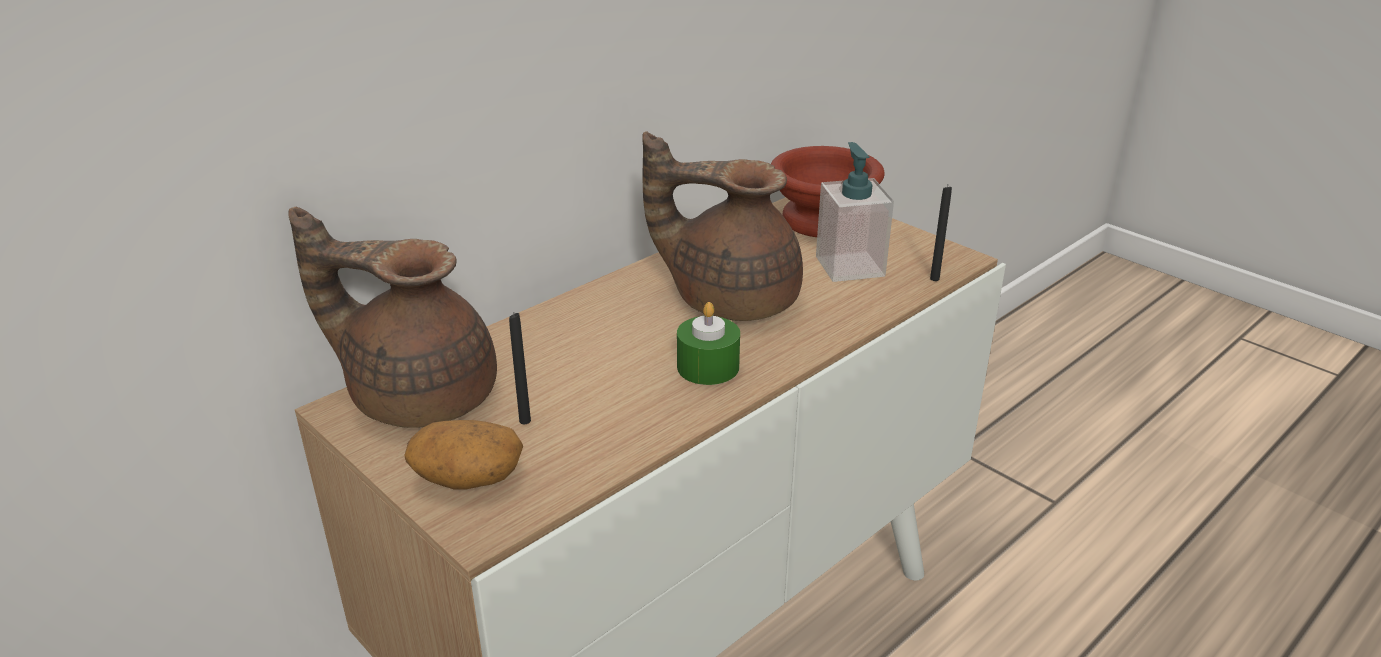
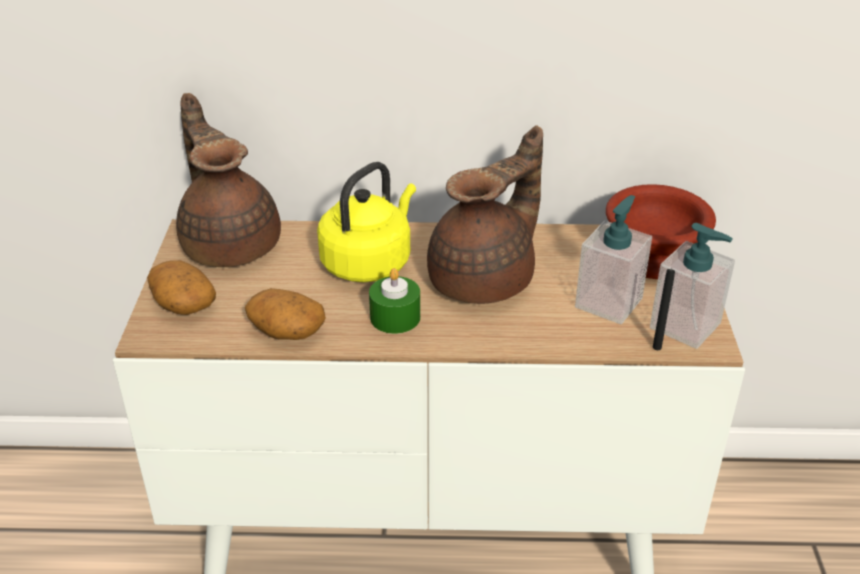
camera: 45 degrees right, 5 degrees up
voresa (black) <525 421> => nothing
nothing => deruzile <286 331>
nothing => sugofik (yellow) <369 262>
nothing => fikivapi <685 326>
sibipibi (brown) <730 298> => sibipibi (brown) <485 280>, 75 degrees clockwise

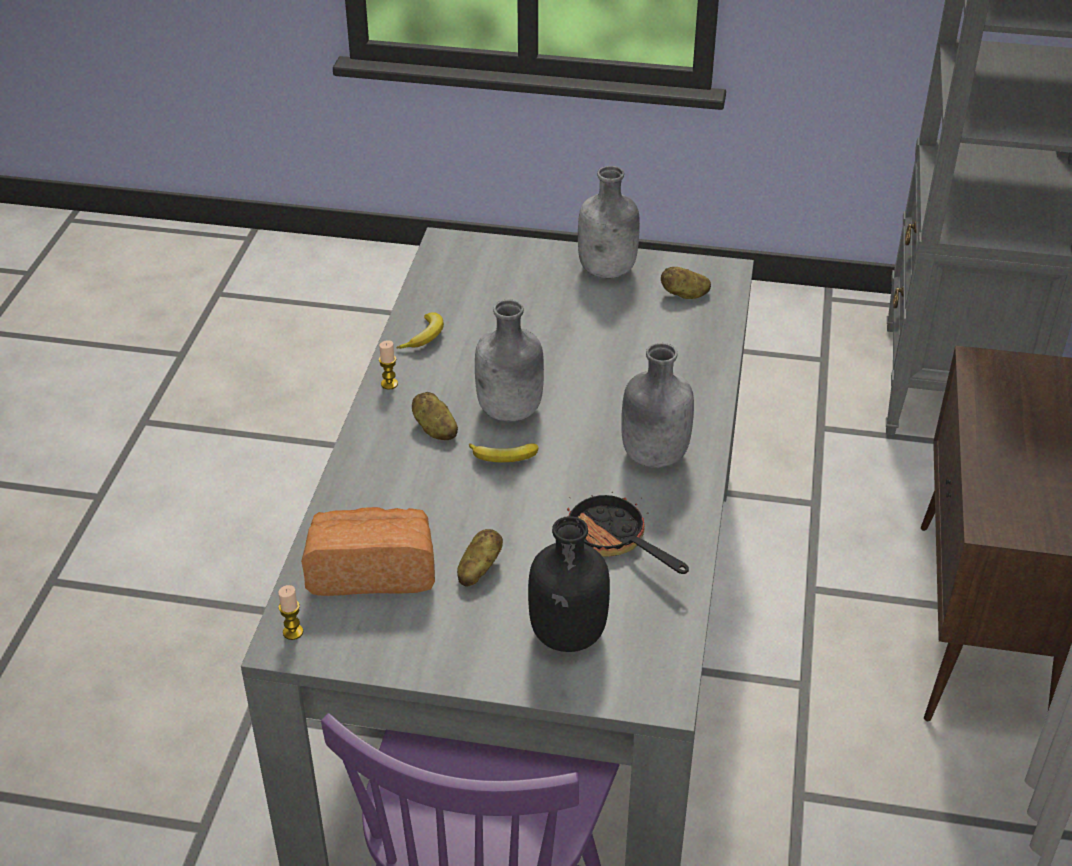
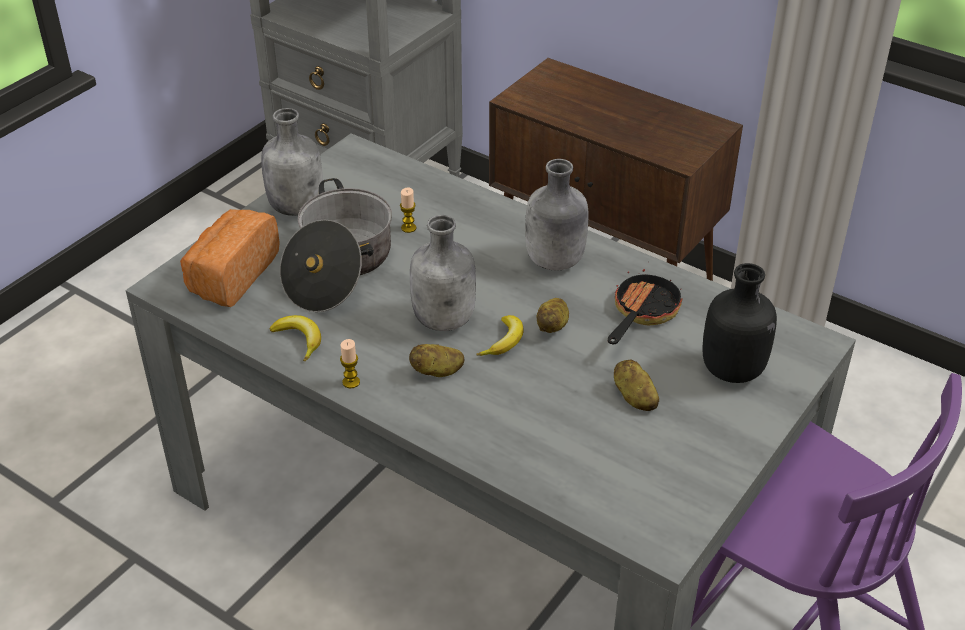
camera: 65 degrees left, 0 degrees up
nothing => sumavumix <339 267>
voresa <293 632> => voresa <408 228>, moved
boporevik <372 570> => boporevik <231 275>, moved
deruzile <684 295> => deruzile <553 326>, moved
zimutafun <614 541> => zimutafun <642 313>, 135 degrees clockwise

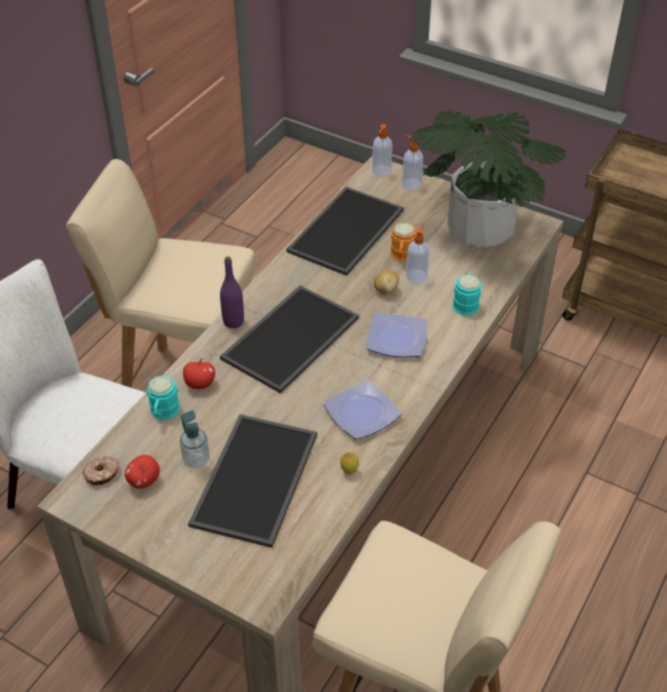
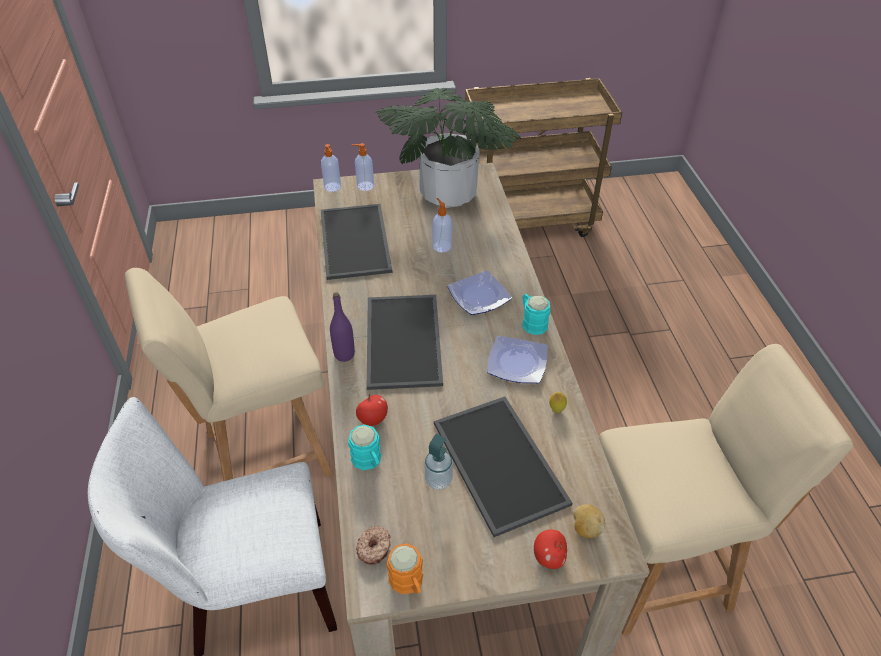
camera: 40 degrees left, 0 degrees up
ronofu <144 481> => ronofu <549 557>, moved
deruzile <385 290> => deruzile <586 528>, moved
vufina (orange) <402 256> => vufina (orange) <409 583>, moved
vufina (turquoise) <466 302> => vufina (turquoise) <532 322>, moved

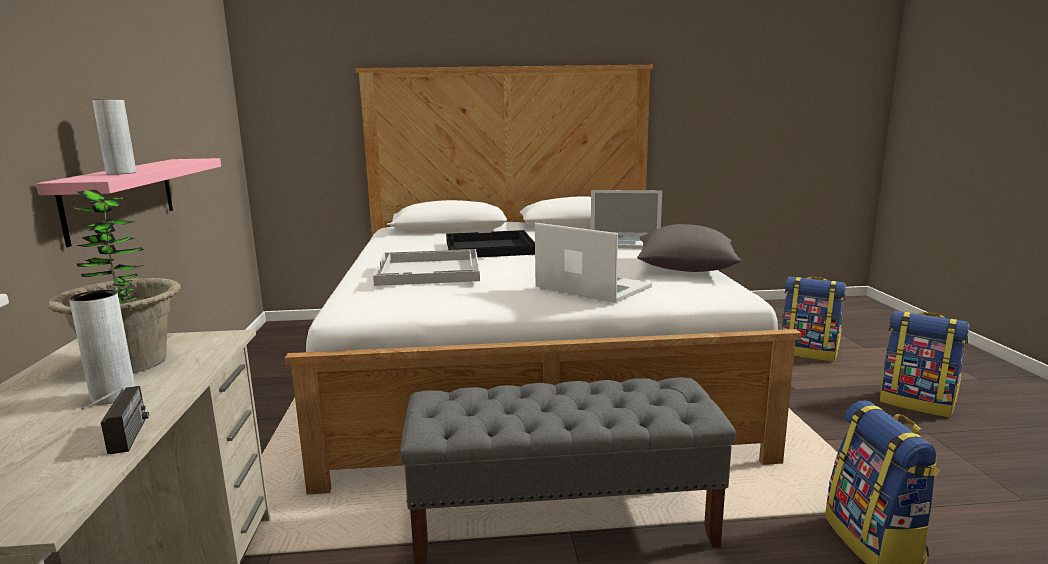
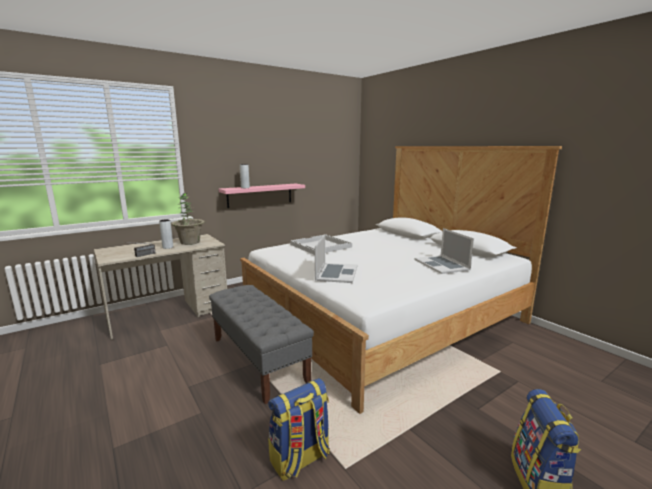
camera: 60 degrees right, 0 degrees up
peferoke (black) <489 247> => nothing
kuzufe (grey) <685 269> => nothing
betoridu <808 352> => nothing

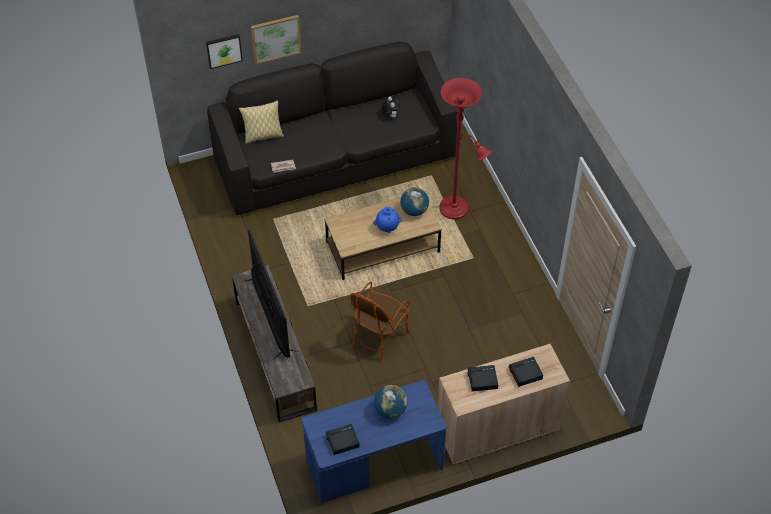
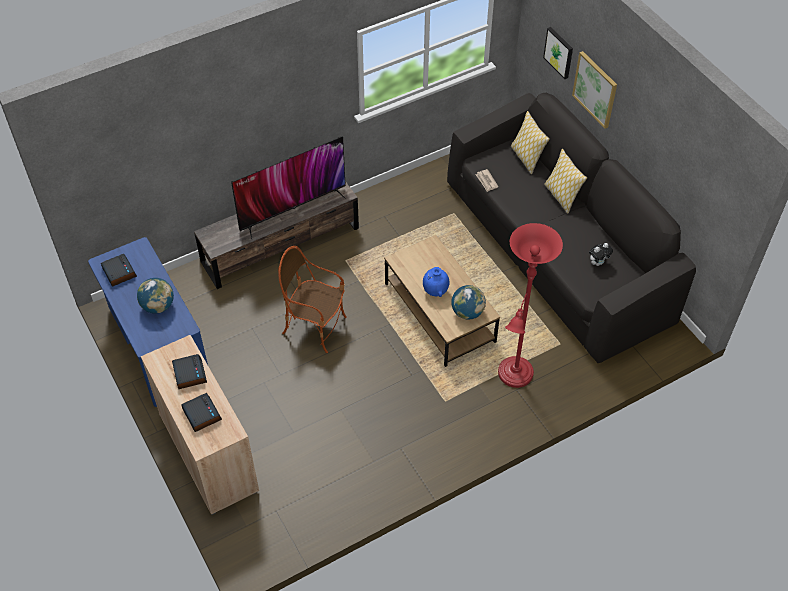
camera: 80 degrees right, 0 degrees up
nothing => kuzufe <561 196>

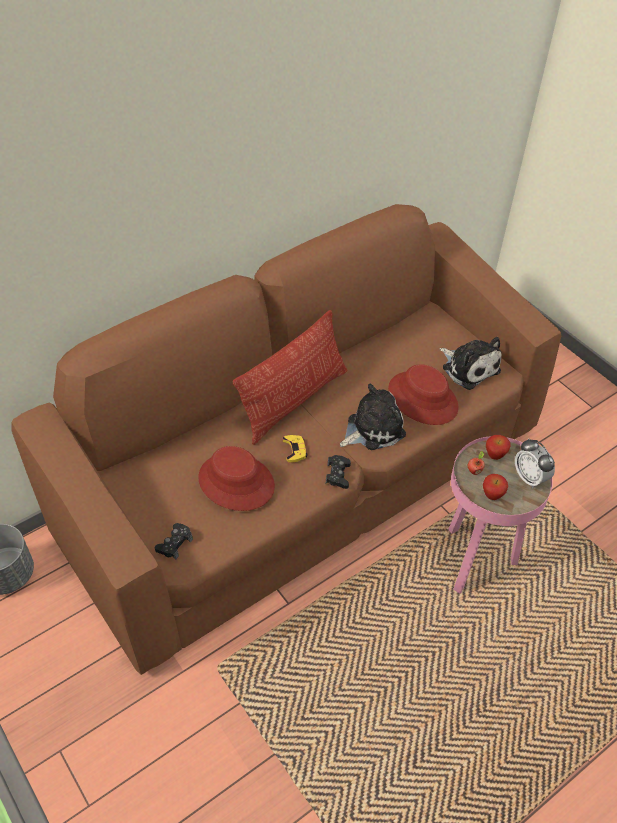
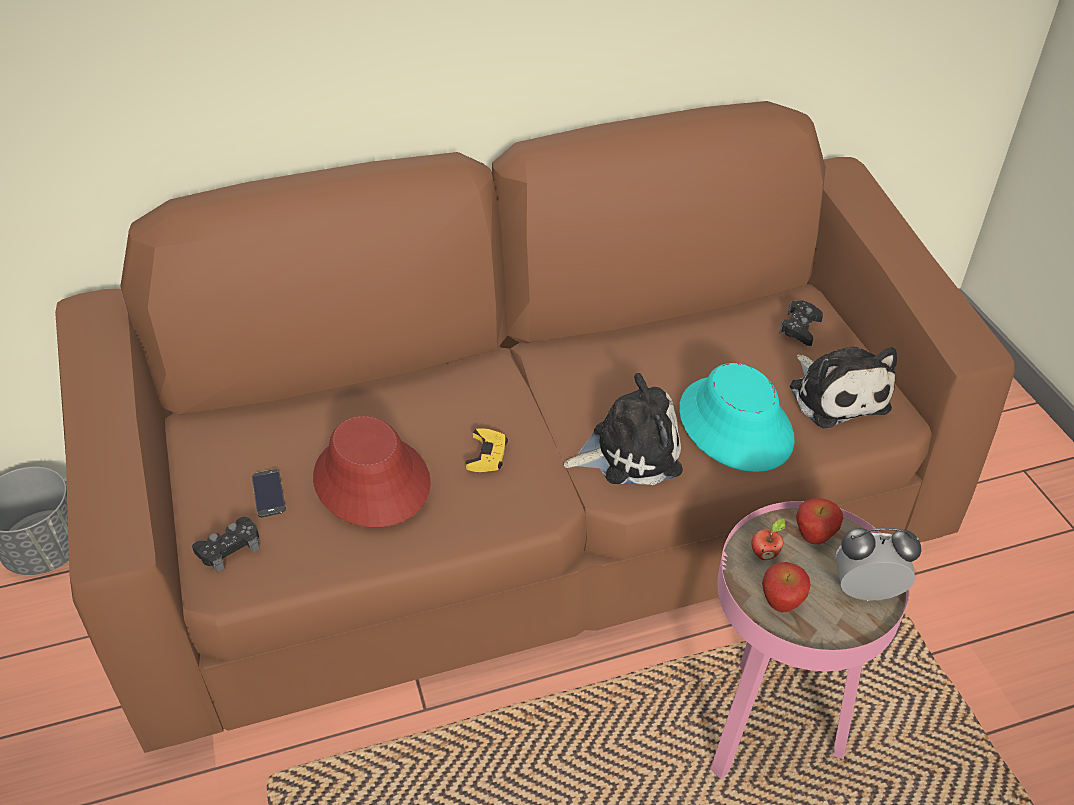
camera: 20 degrees right, 5 degrees down
kuzufe <294 401> => nothing
nothing => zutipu <268 493>
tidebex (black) <338 475> => tidebex (black) <800 328>, moved
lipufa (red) <423 398> => lipufa (turquoise) <736 424>
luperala <529 478> => luperala <866 591>, 105 degrees clockwise

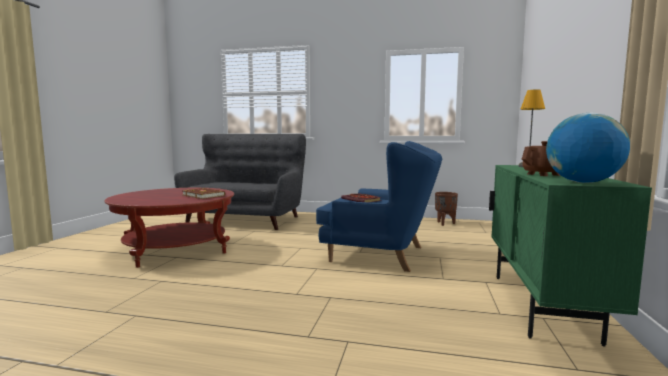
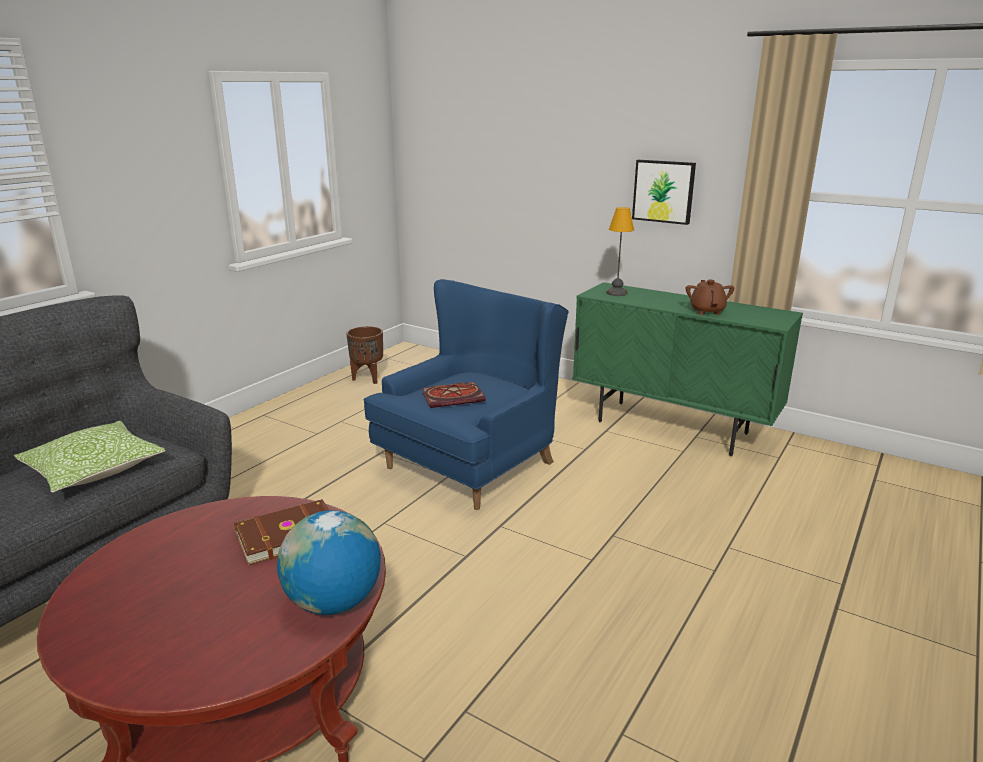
camera: 70 degrees left, 15 degrees up
nothing => kuzufe <94 470>
nothing => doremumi <664 191>
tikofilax <582 182> => tikofilax <333 602>, moved

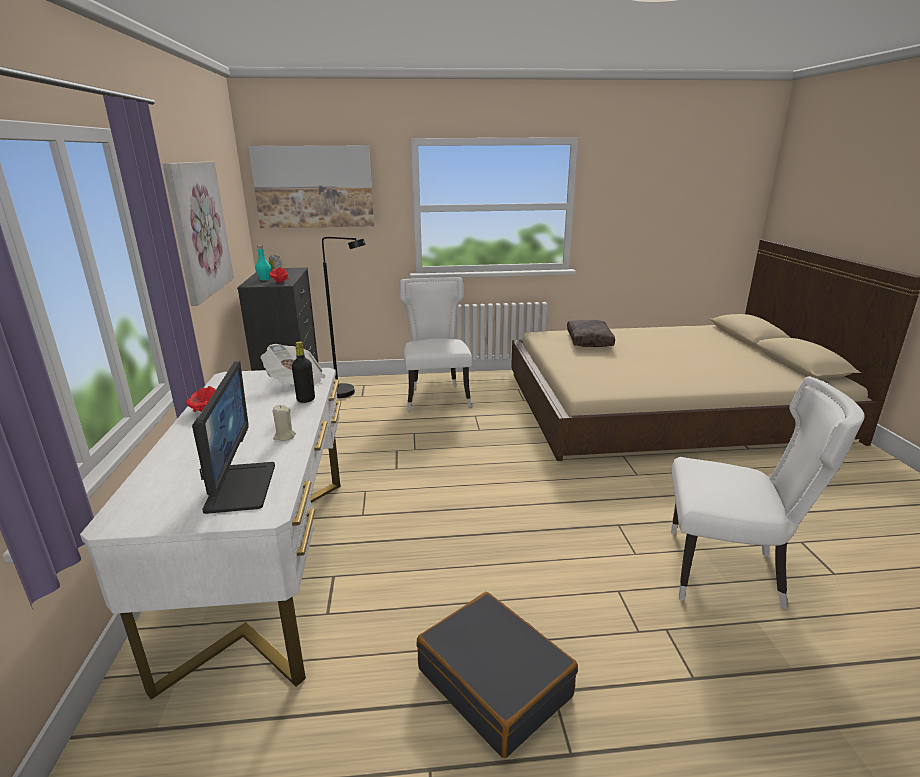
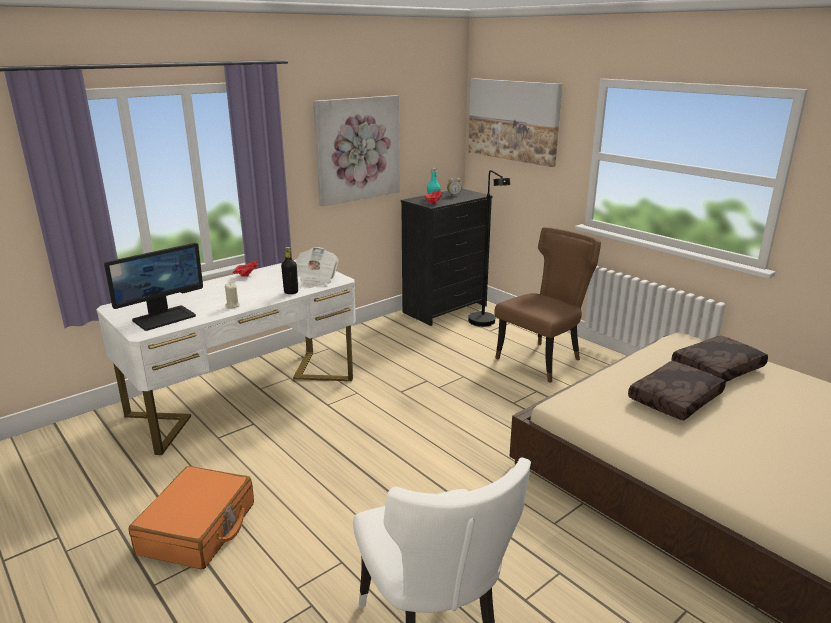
camera: 55 degrees right, 0 degrees up
nothing => kuzufe (brown) <676 400>
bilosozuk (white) <436 396> => bilosozuk (brown) <542 360>
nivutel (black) <495 682> => nivutel (orange) <198 529>

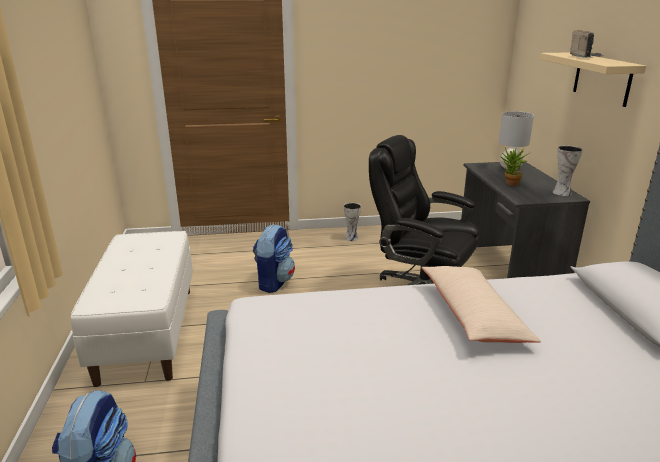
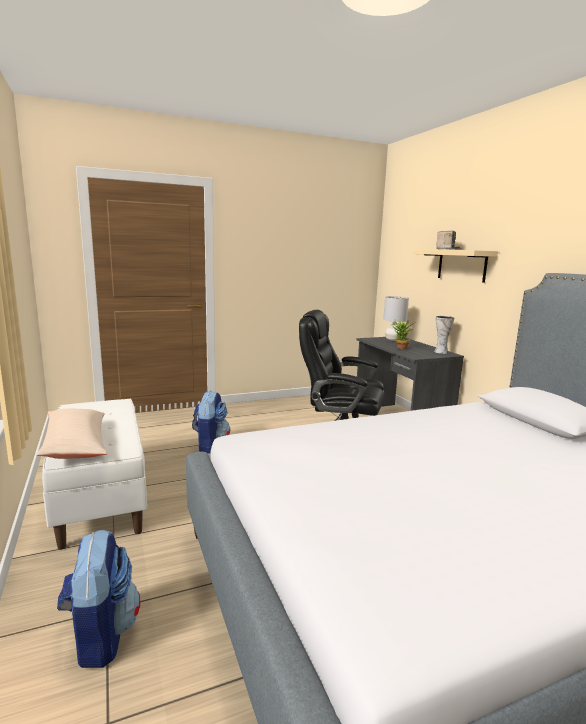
camera: 15 degrees left, 10 degrees down
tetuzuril <352 238> => nothing
kuzufe (beige) <473 315> => kuzufe (beige) <76 444>, moved

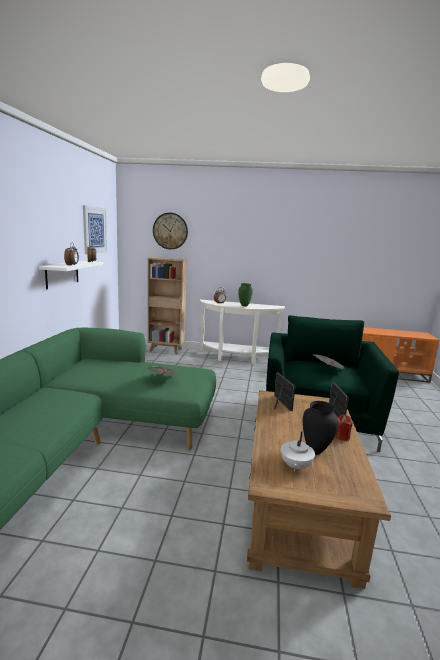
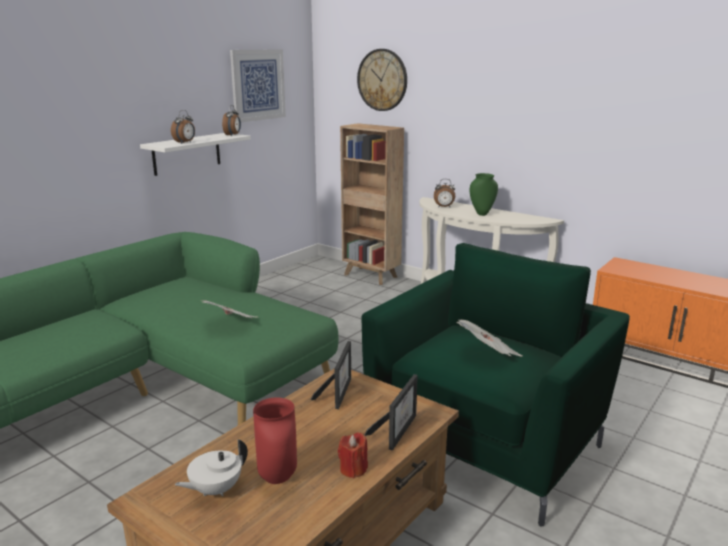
camera: 30 degrees right, 5 degrees up
tetuzuril (black) <316 451> => tetuzuril (red) <279 478>

